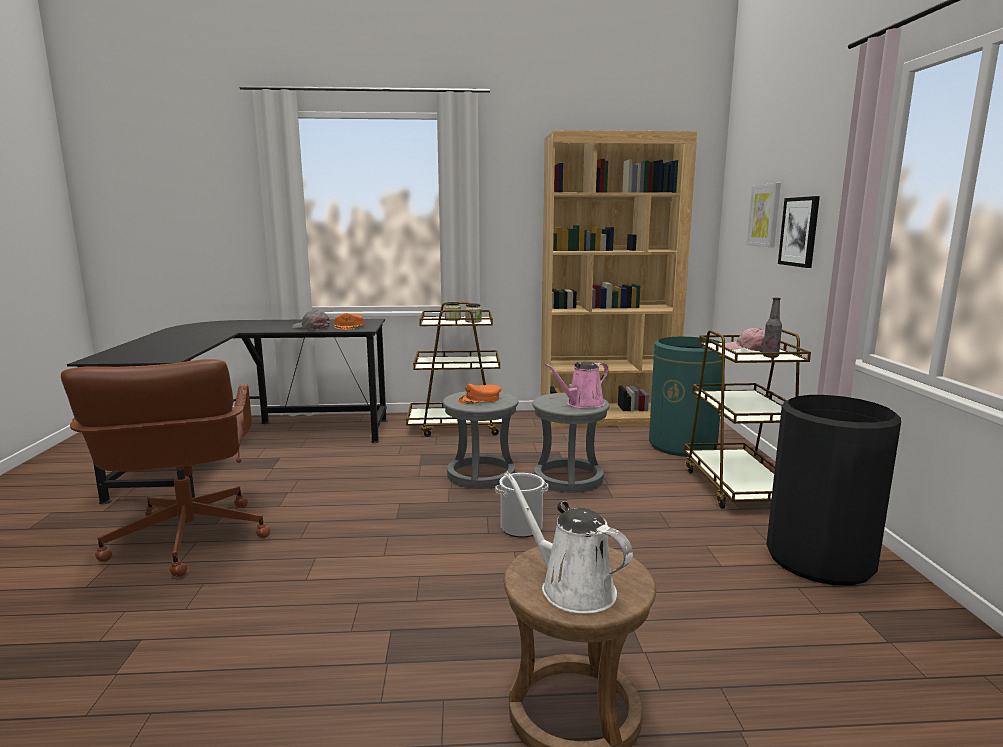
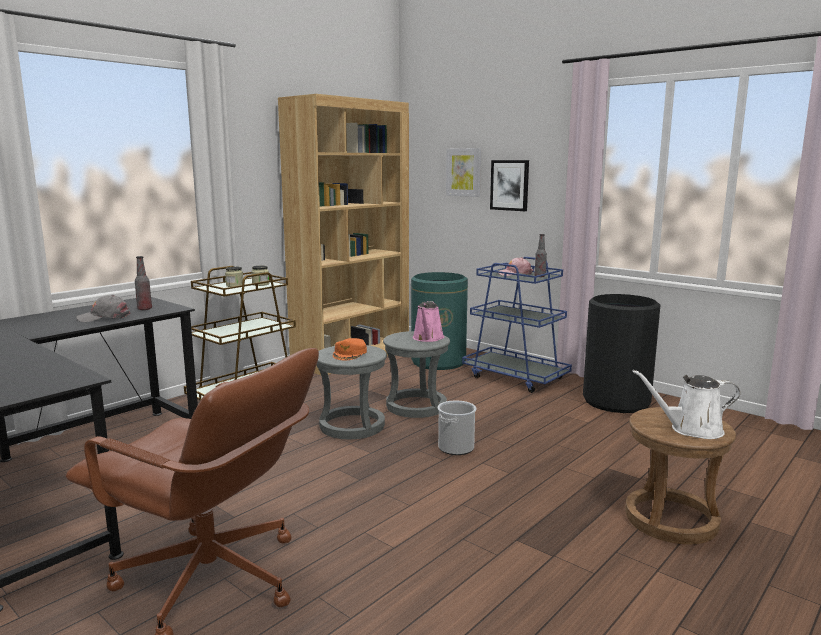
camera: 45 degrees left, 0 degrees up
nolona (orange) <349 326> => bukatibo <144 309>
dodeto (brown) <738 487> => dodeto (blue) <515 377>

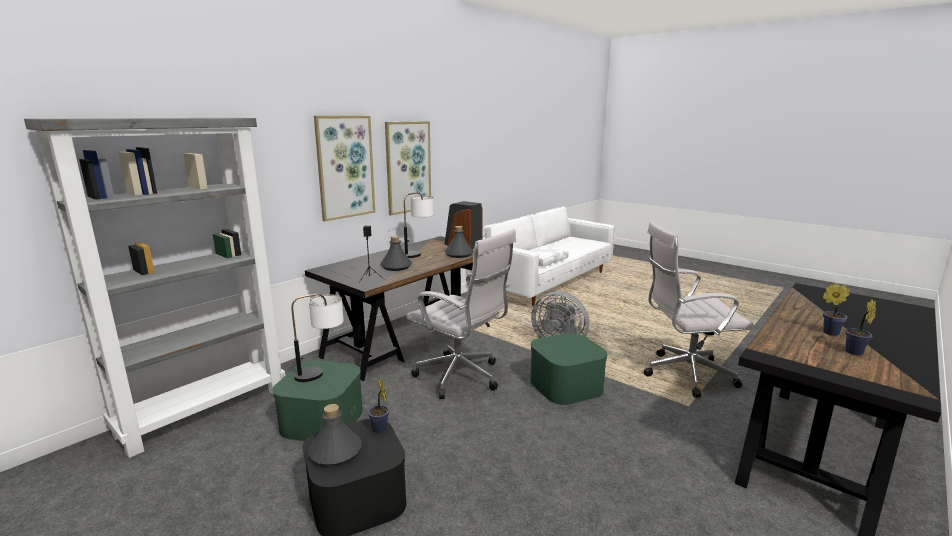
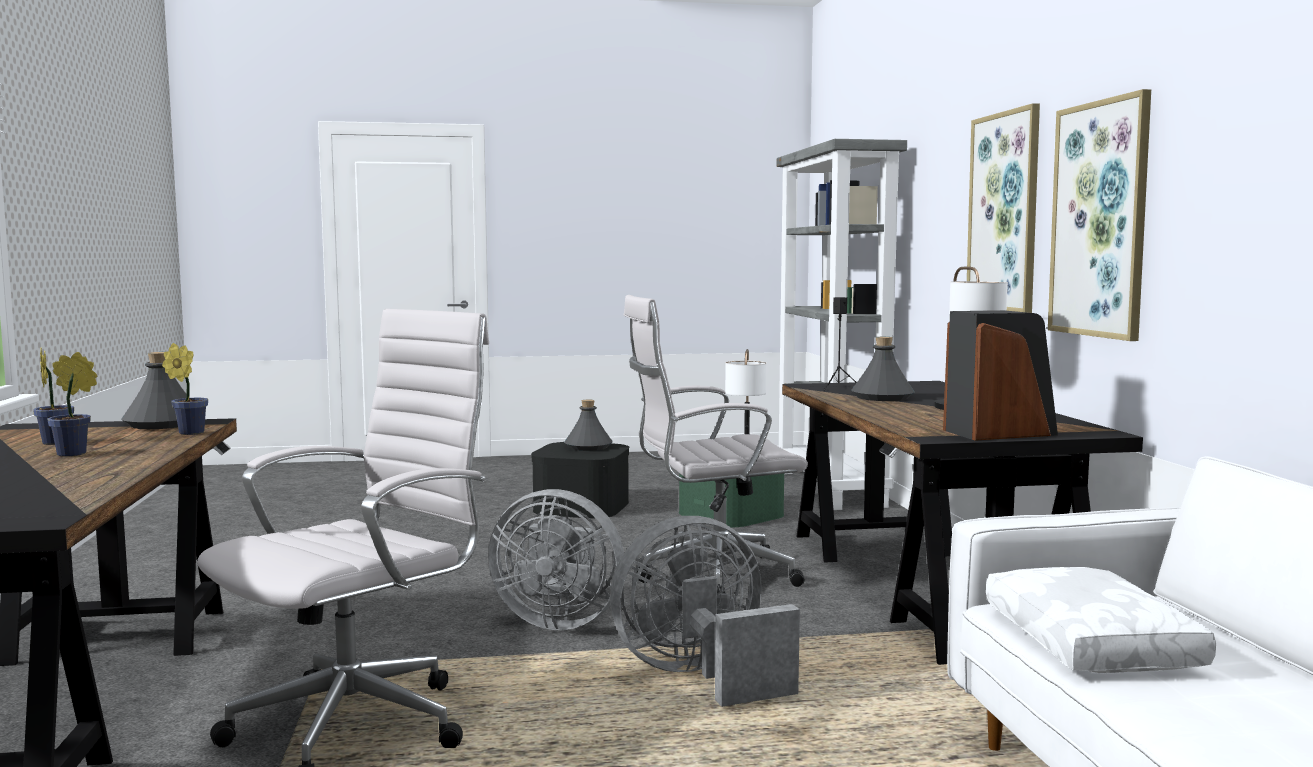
camera: 130 degrees right, 10 degrees down
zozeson <380 430> => zozeson <188 432>, moved
bukatibo (grey) <459 254> => bukatibo (grey) <163 424>, moved
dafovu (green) <565 385> => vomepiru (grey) <559 621>

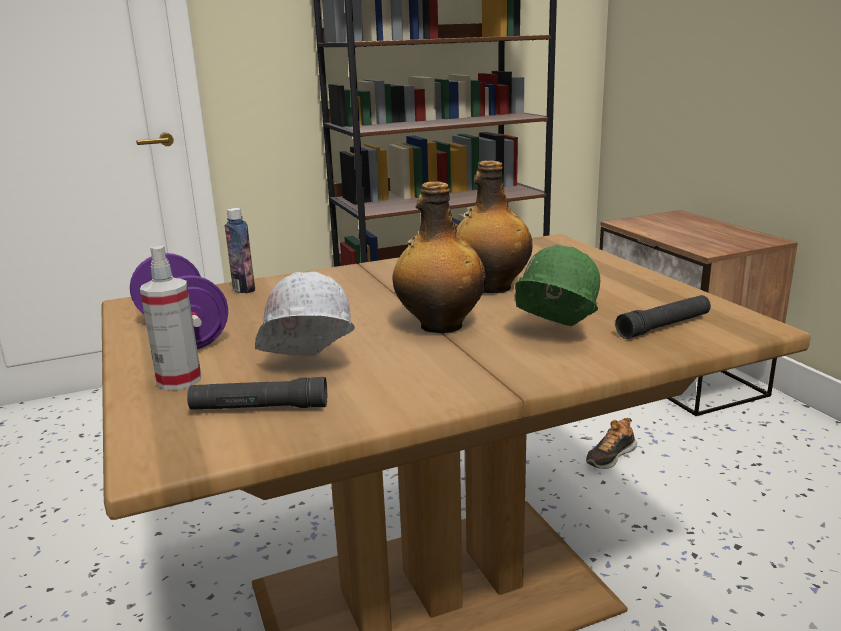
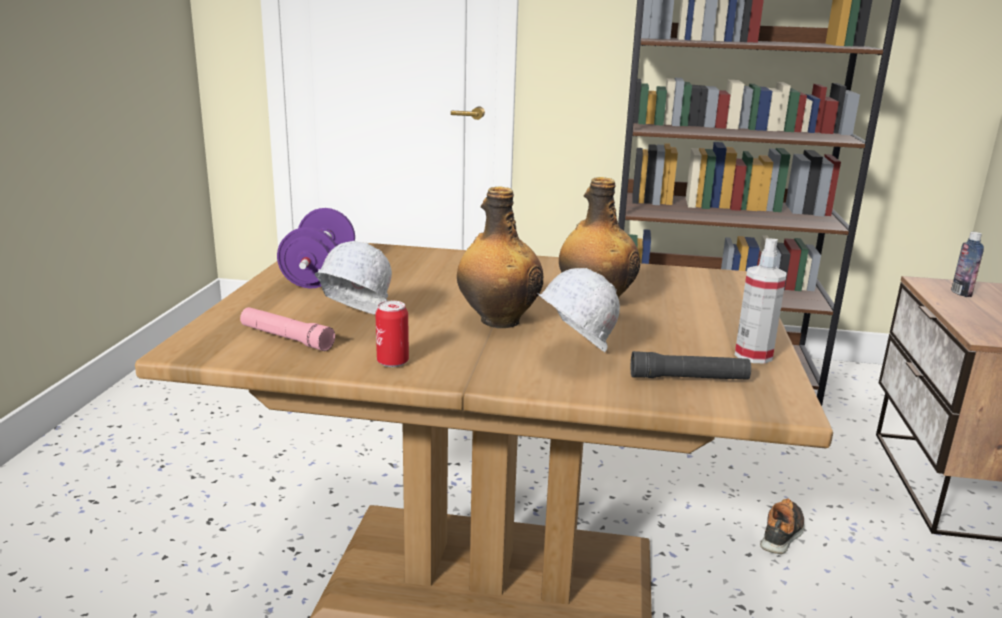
camera: 30 degrees right, 0 degrees up
nothing => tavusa <392 362>
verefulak <179 380> => verefulak <753 355>, moved
bukatibo <244 289> => bukatibo <961 293>, moved
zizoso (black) <259 408> => zizoso (pink) <286 338>
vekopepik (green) <552 336> => vekopepik (white) <572 355>
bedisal <610 456> => bedisal <782 534>, 135 degrees clockwise

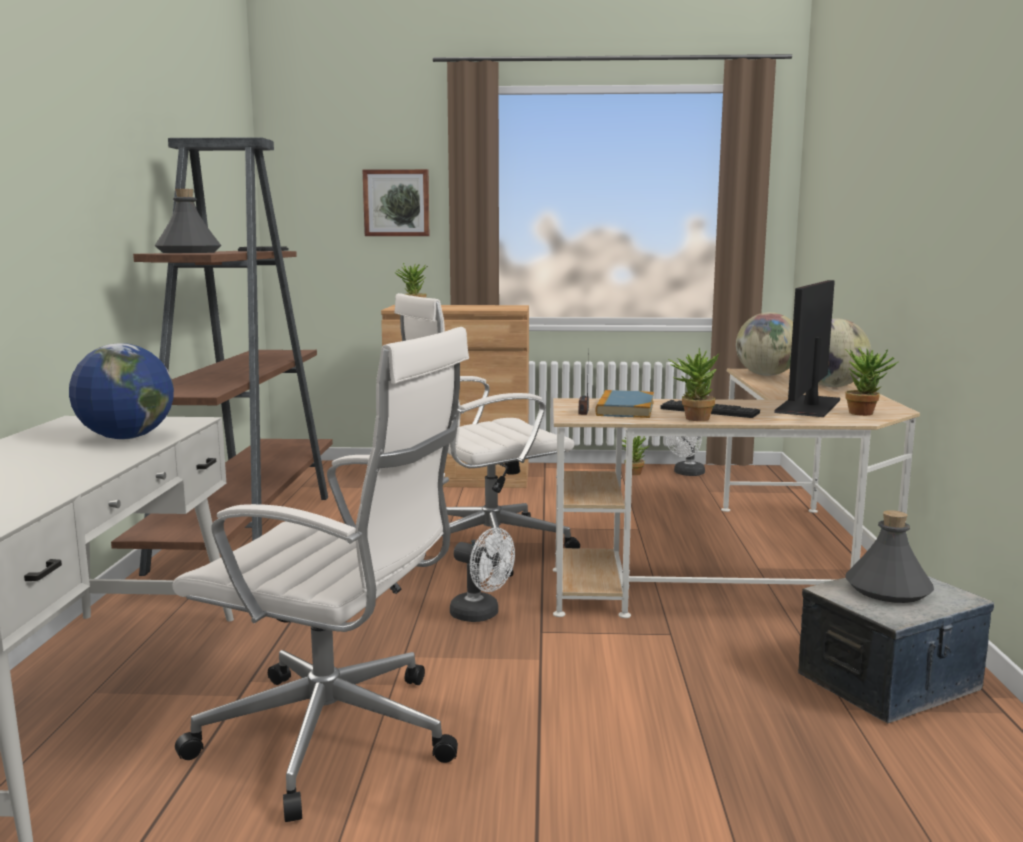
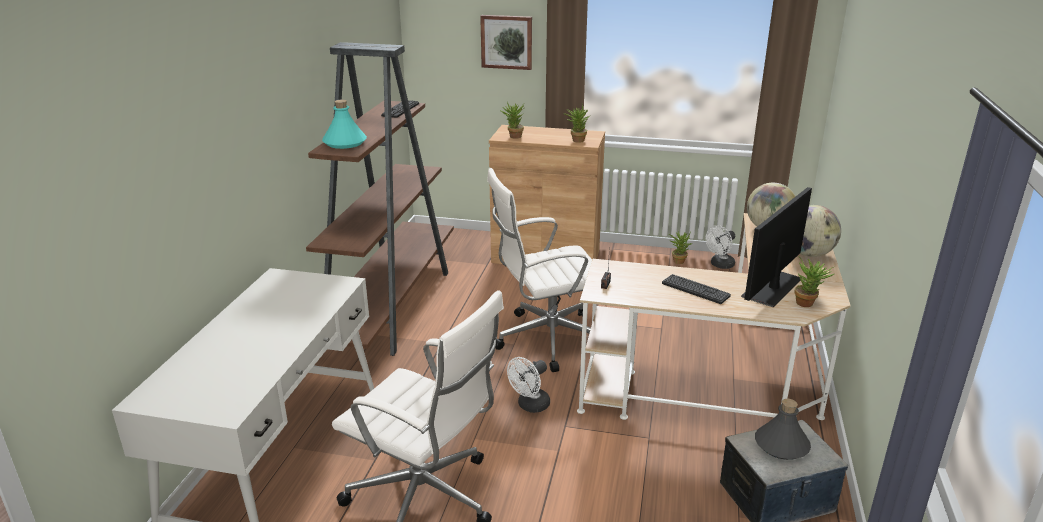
camera: 10 degrees right, 15 degrees up
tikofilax <126 438> => nothing
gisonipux <625 408> => nothing
zozeson <692 418> => zozeson <576 140>, moved
bukatibo (grey) <189 252> => bukatibo (turquoise) <345 143>
vomepiru (white) <481 615> => vomepiru (white) <530 406>, 90 degrees clockwise

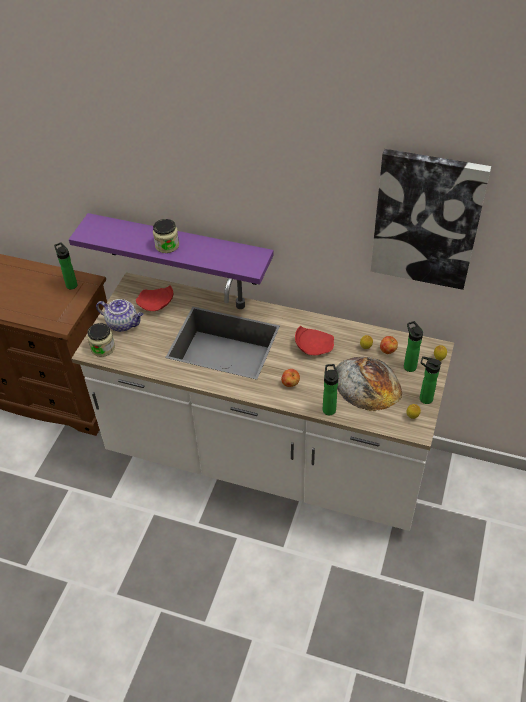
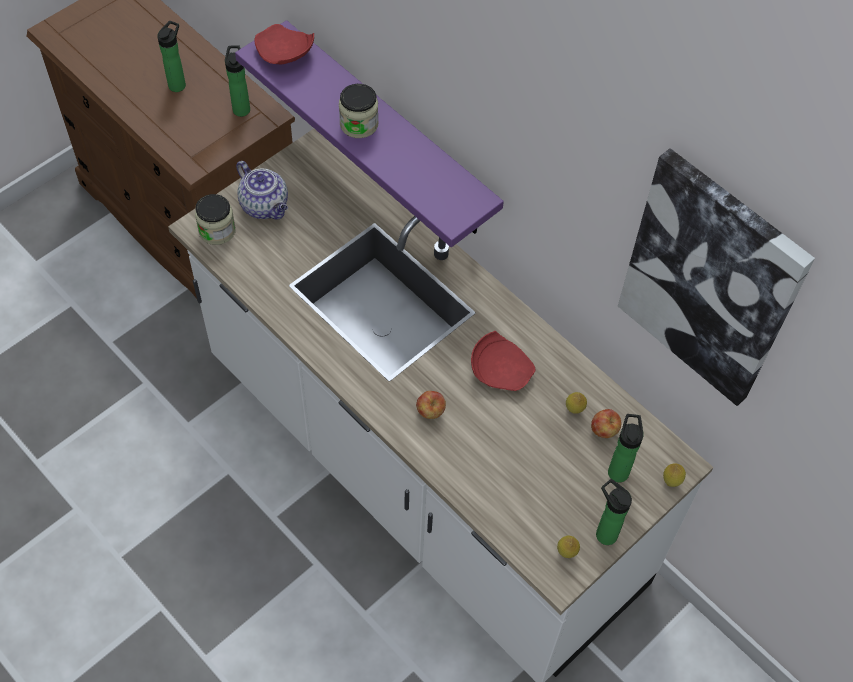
camera: 25 degrees right, 10 degrees up
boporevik <367 383> => nothing
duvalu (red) <156 304> => duvalu (red) <284 55>, moved
bukatibo <328 408> => bukatibo <178 84>, moved

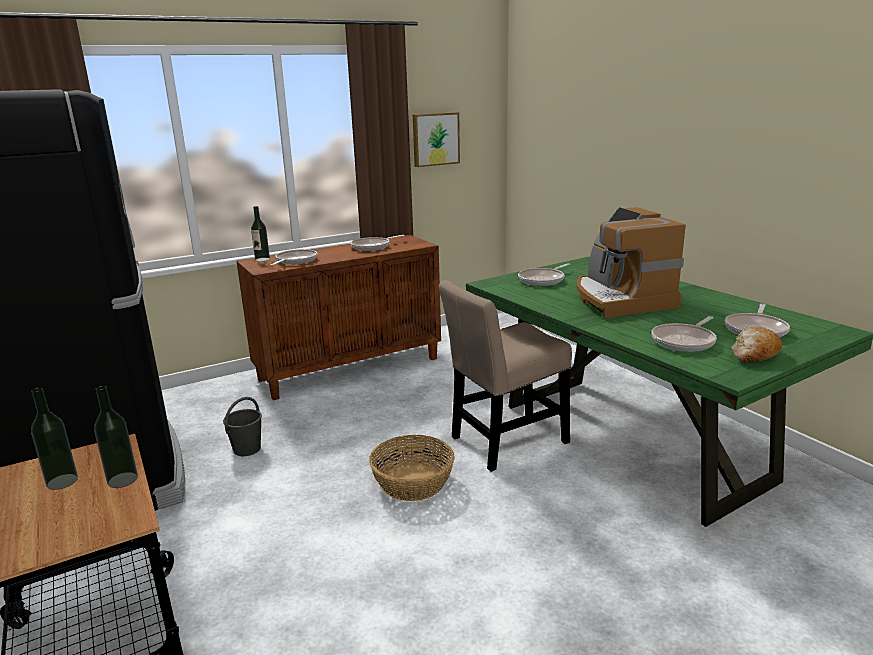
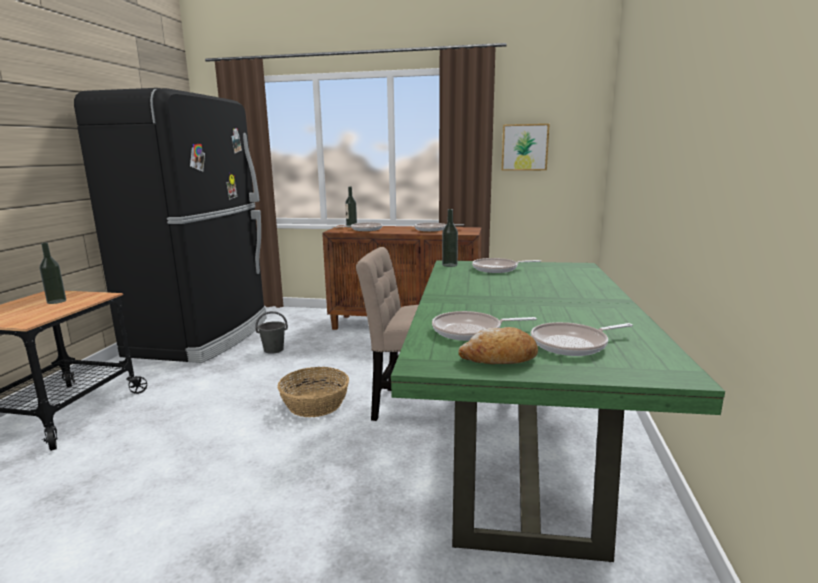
camera: 40 degrees right, 5 degrees down
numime <620 299> => nothing
bukatibo <122 480> => bukatibo <449 265>, moved

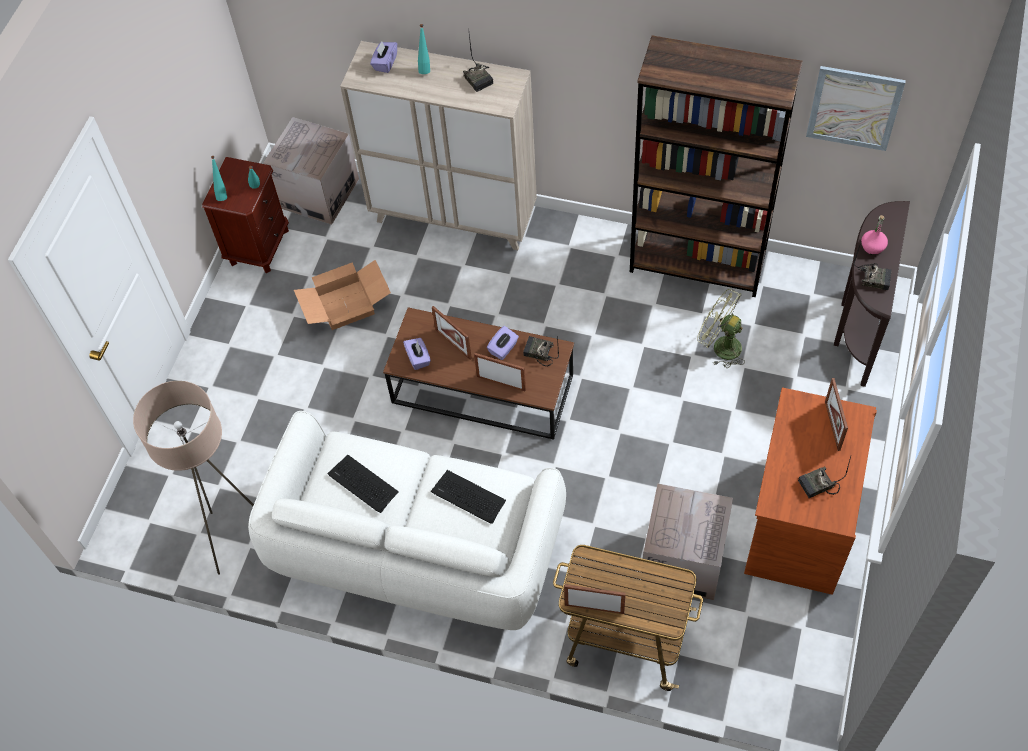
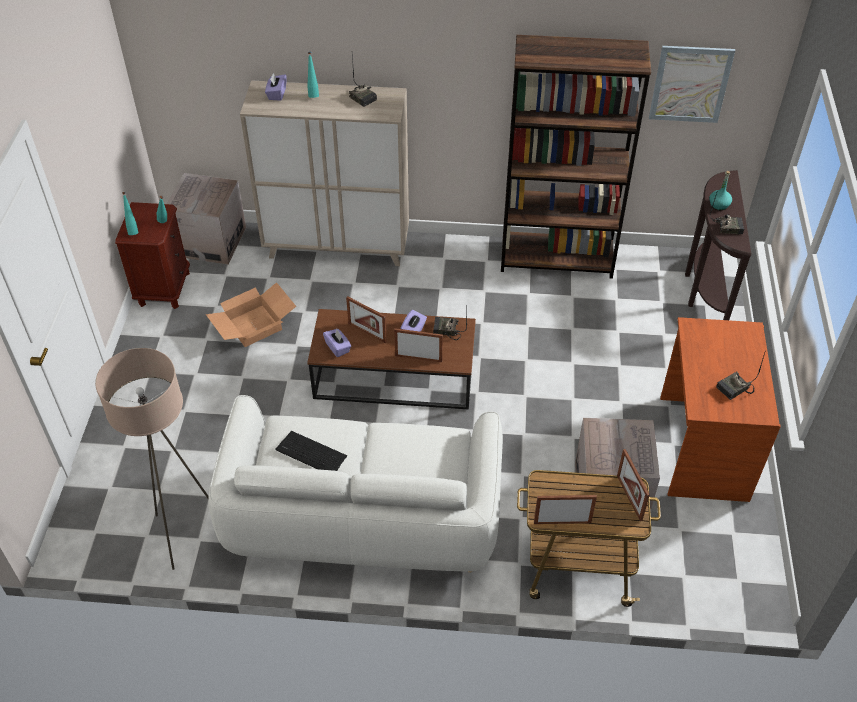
camera: 15 degrees left, 10 degrees down
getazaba <468 497> => nothing
vomepiru (green) <720 346> => nothing
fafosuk <832 426> => fafosuk <629 498>, moved
bukatibo (pink) <873 247> => bukatibo (turquoise) <719 205>

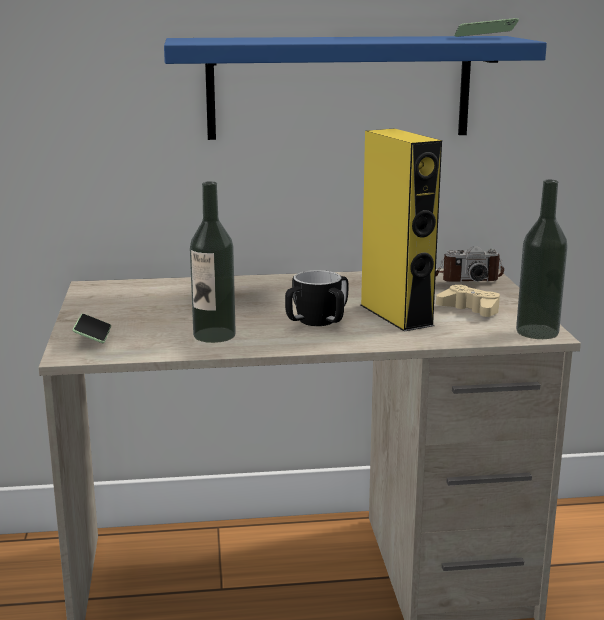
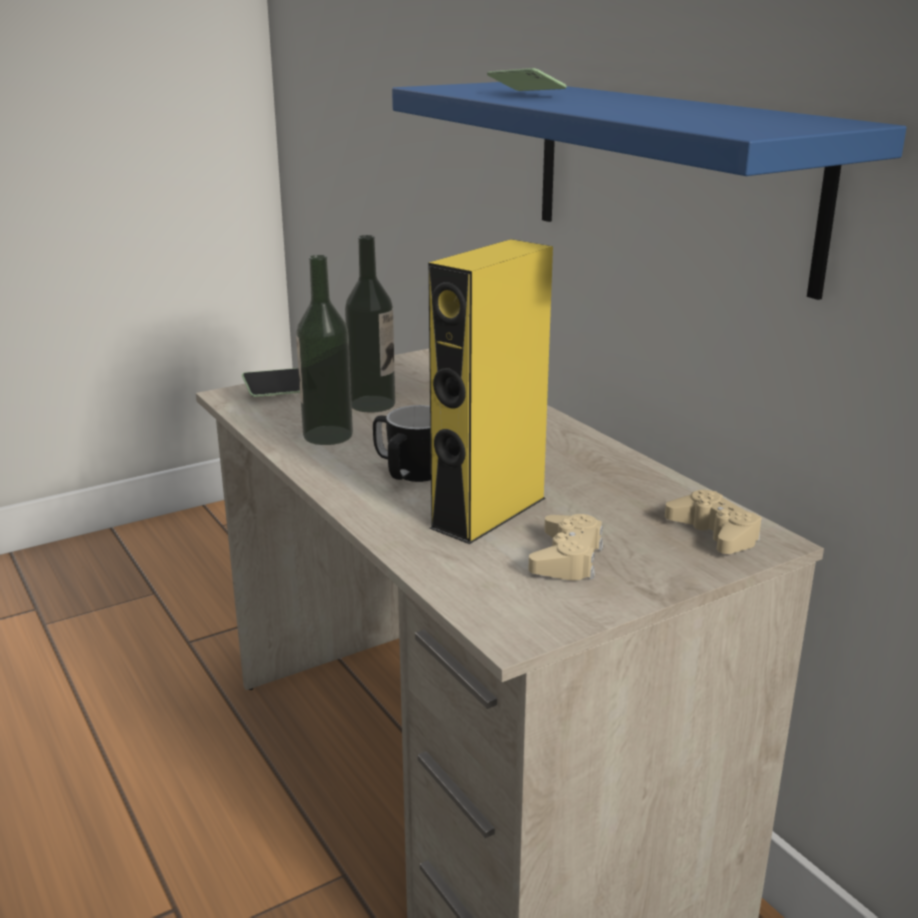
camera: 65 degrees right, 5 degrees up
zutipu <485 37> => zutipu <525 94>, moved
bukatibo <537 332> => bukatibo <372 404>, moved
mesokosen <465 279> => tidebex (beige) <714 533>

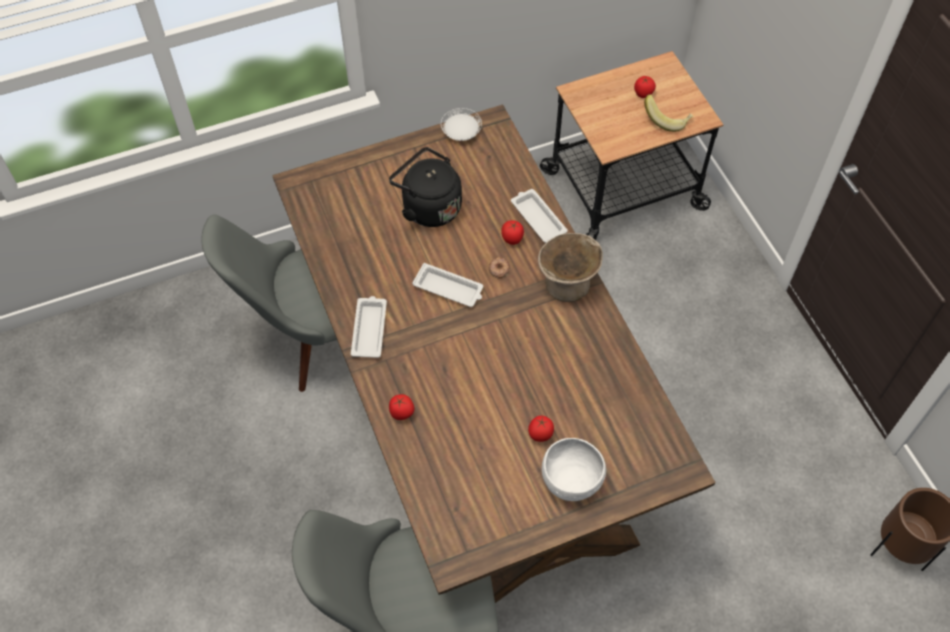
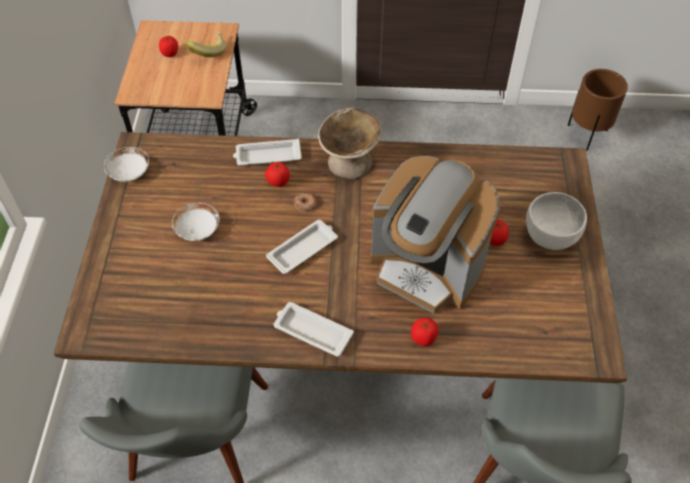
camera: 65 degrees left, 5 degrees down
nothing => numime <426 269>
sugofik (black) <428 206> => duvalu (white) <197 230>

